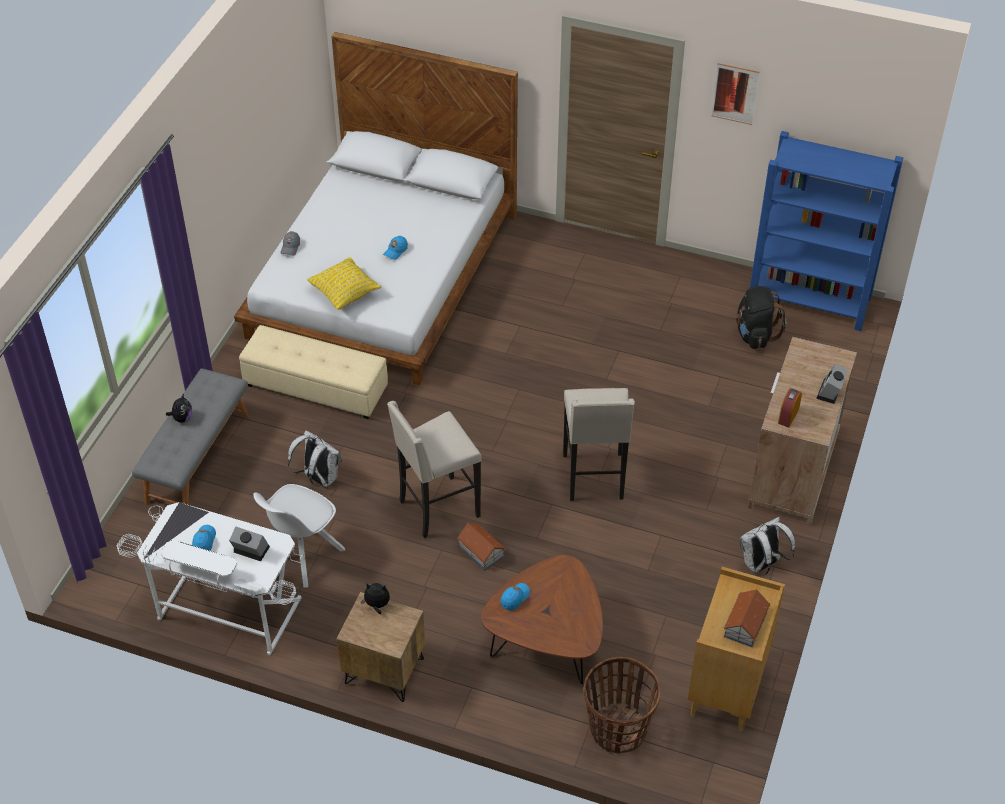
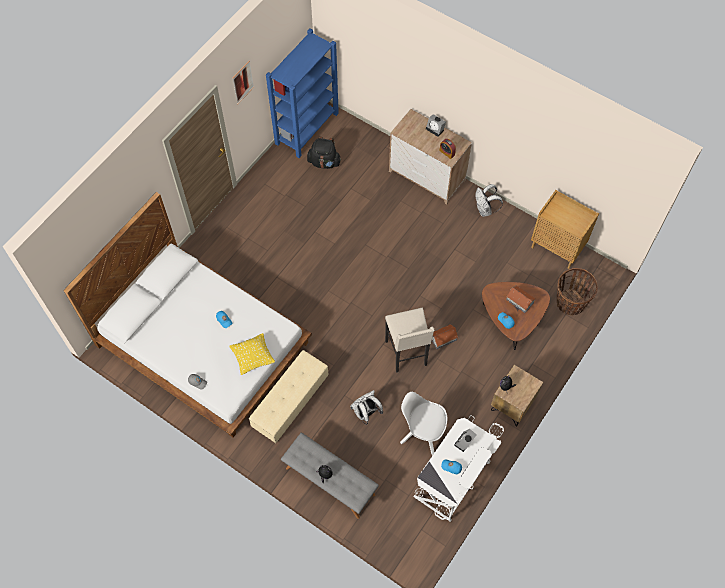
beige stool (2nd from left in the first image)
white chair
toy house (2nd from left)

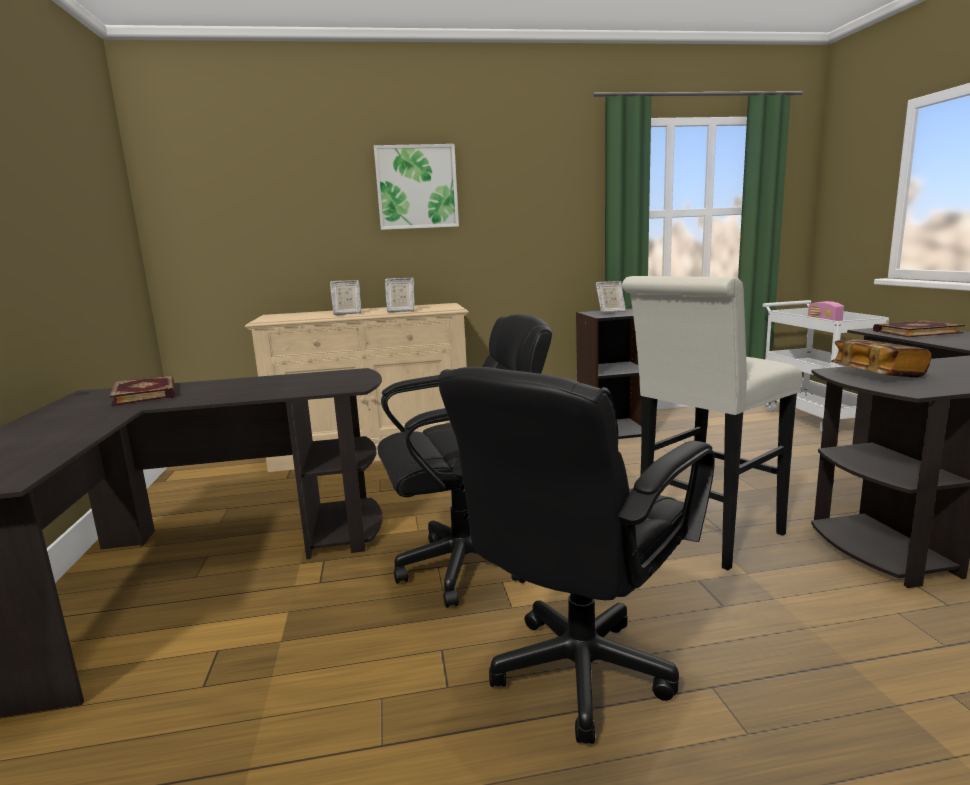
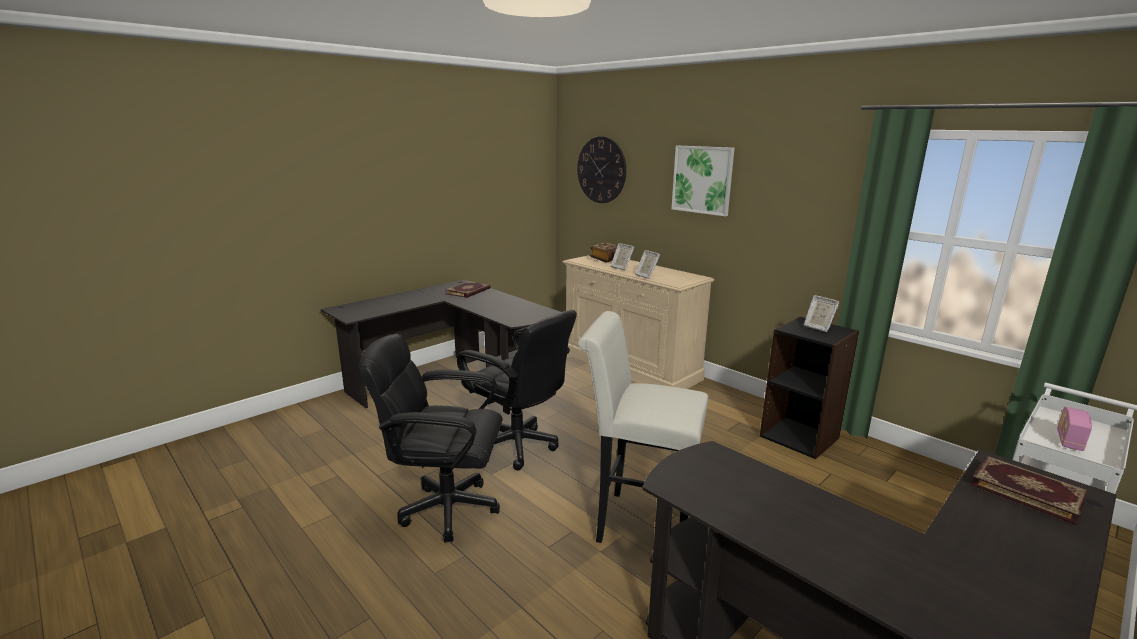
book (2nd from left)
wall clock

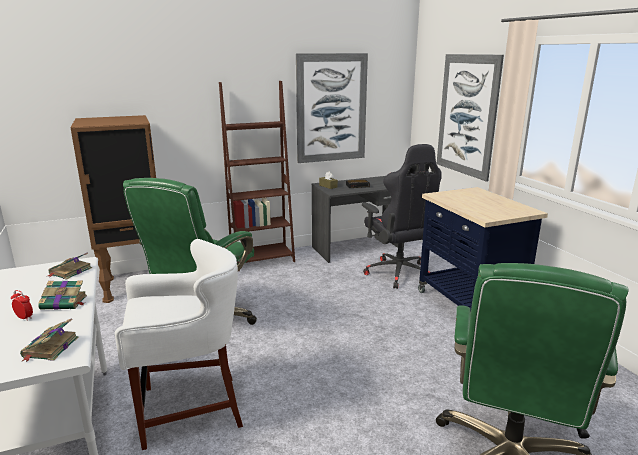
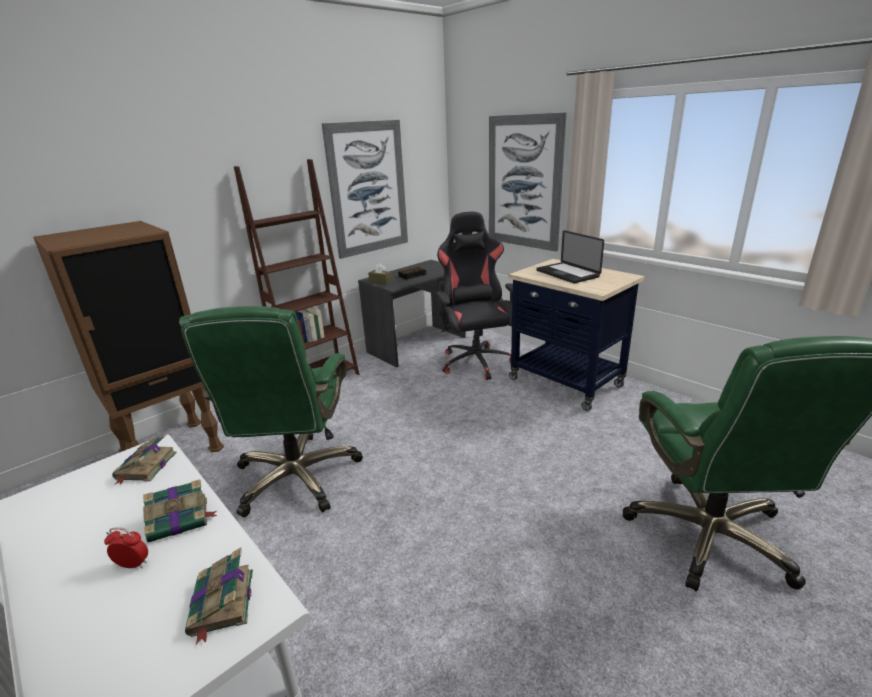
black office chair
white stool
laptop

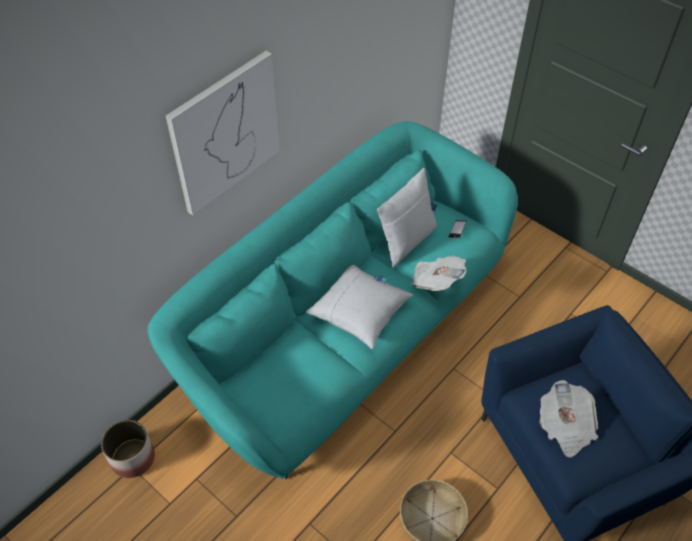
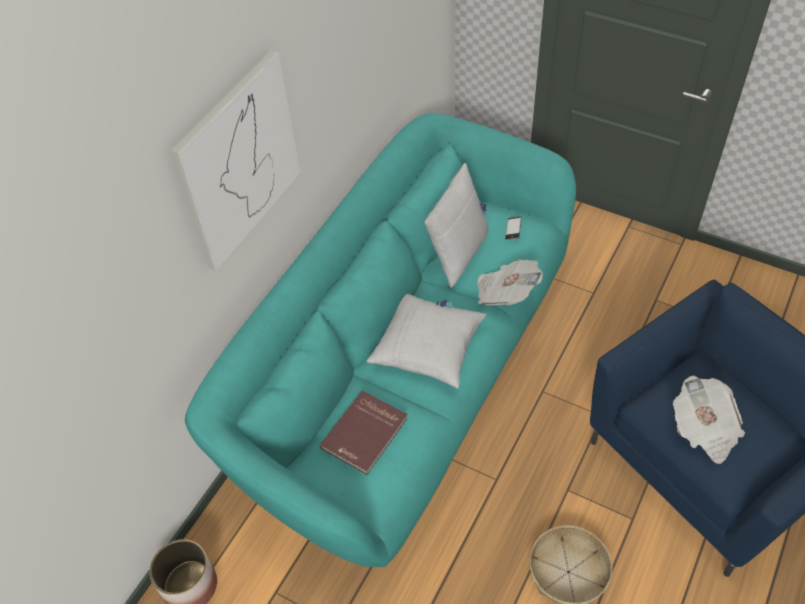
red book

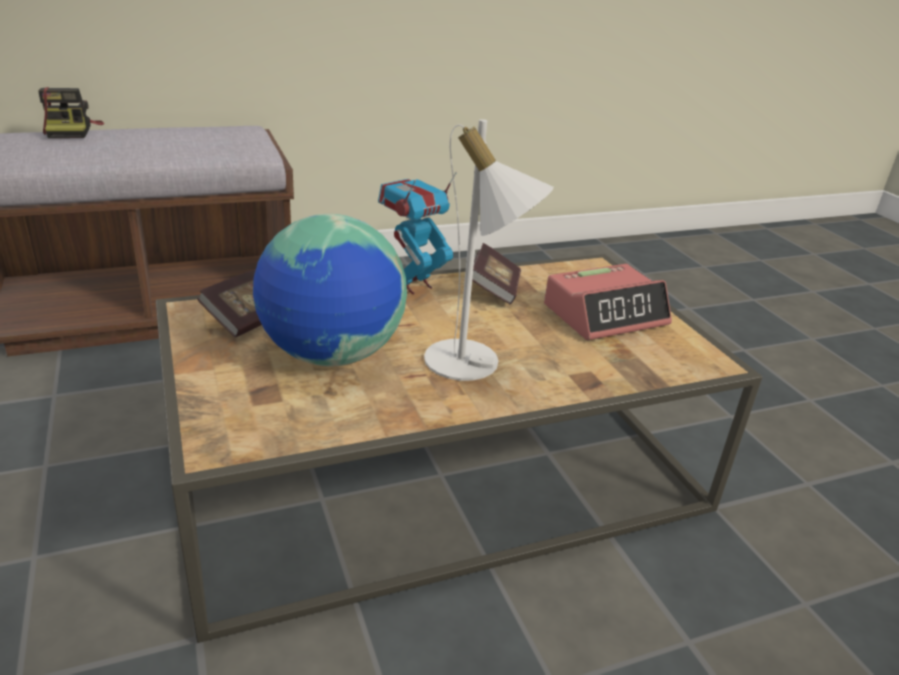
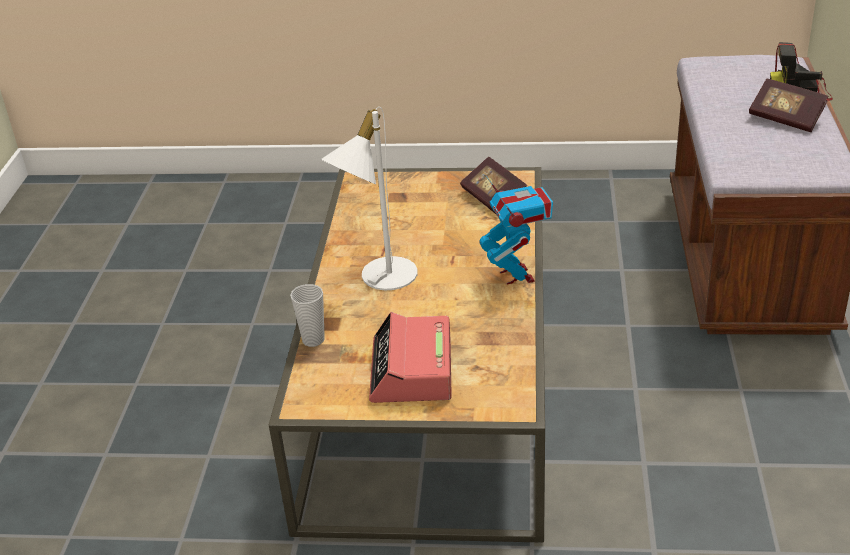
globe
book (2nd from left)
cup

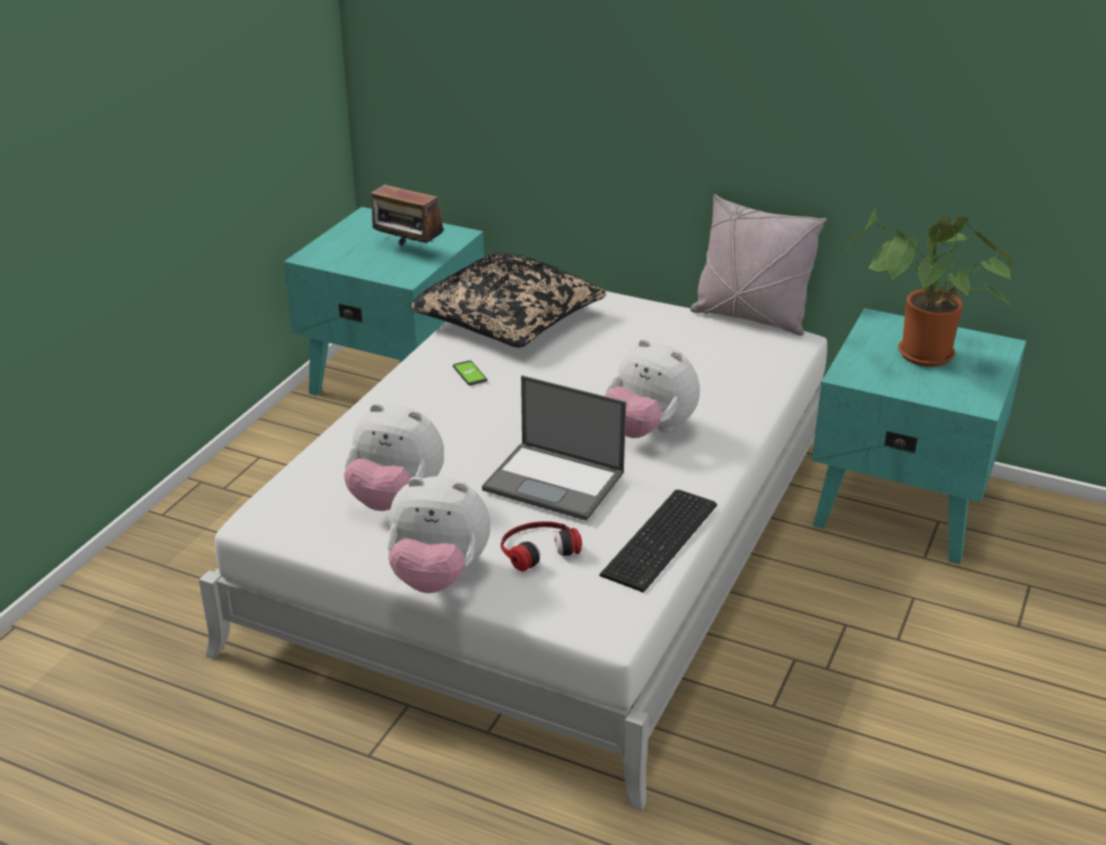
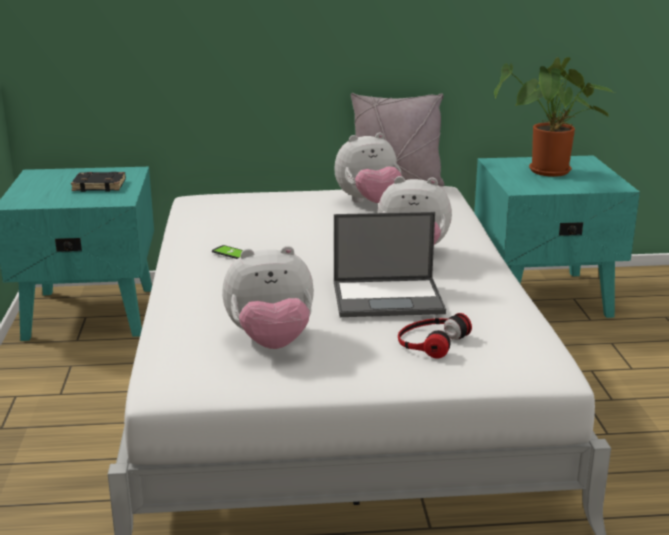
black book
black pillow
plush toy (2nd from left)
keyboard

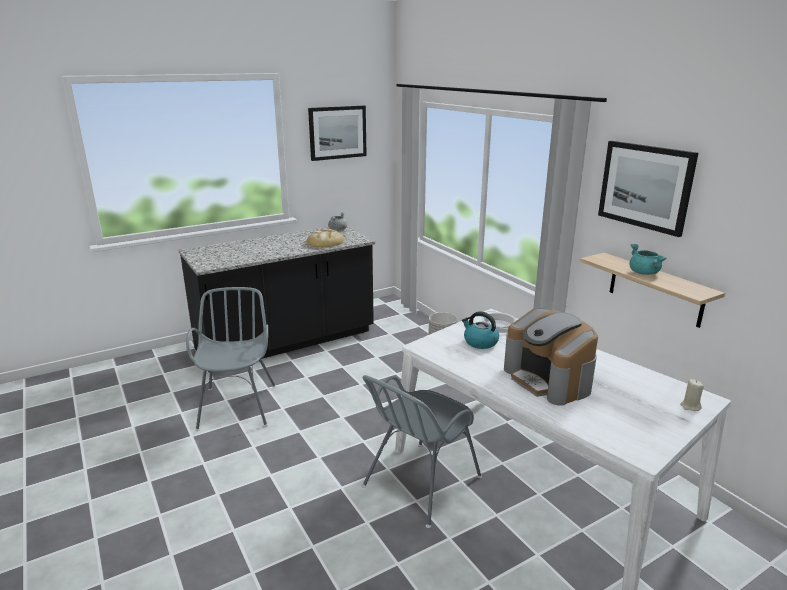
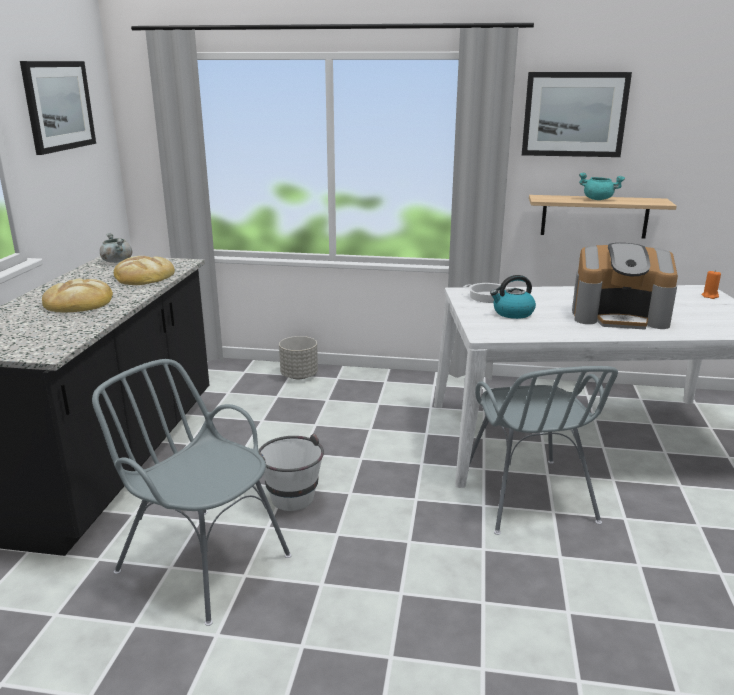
orange candle
bread (1st from left)
white bucket

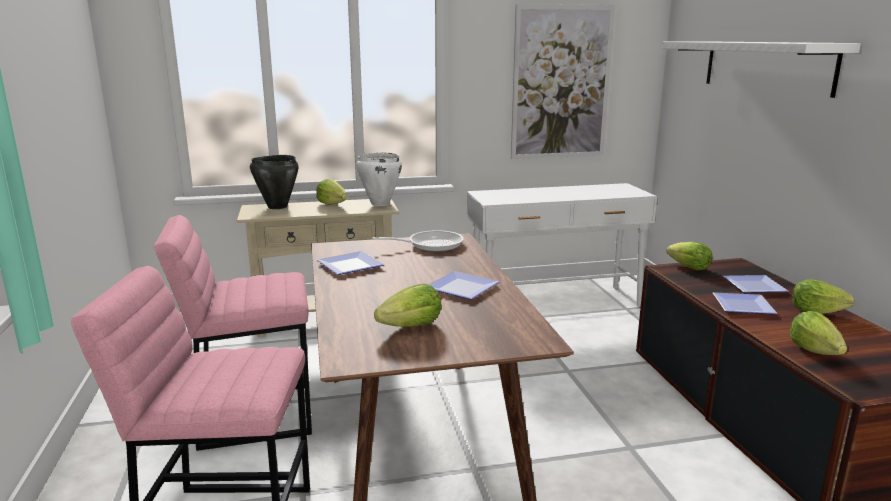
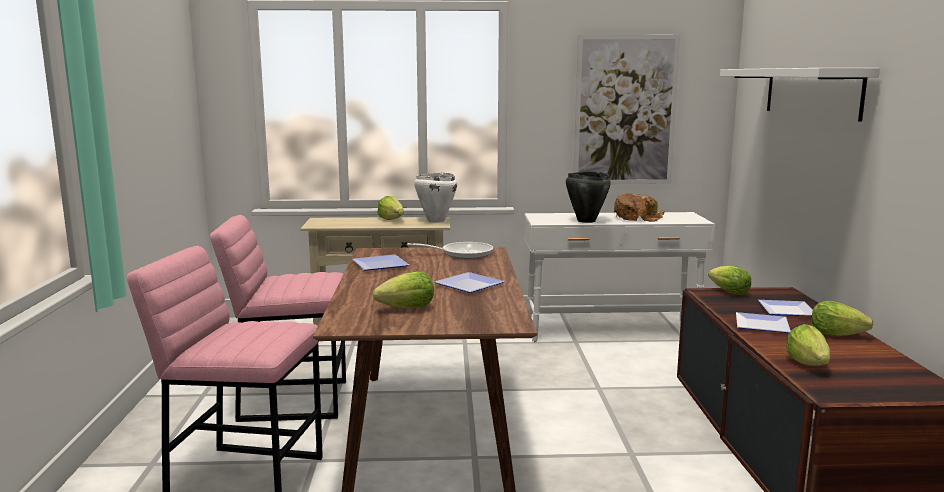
black cooking pot
bread

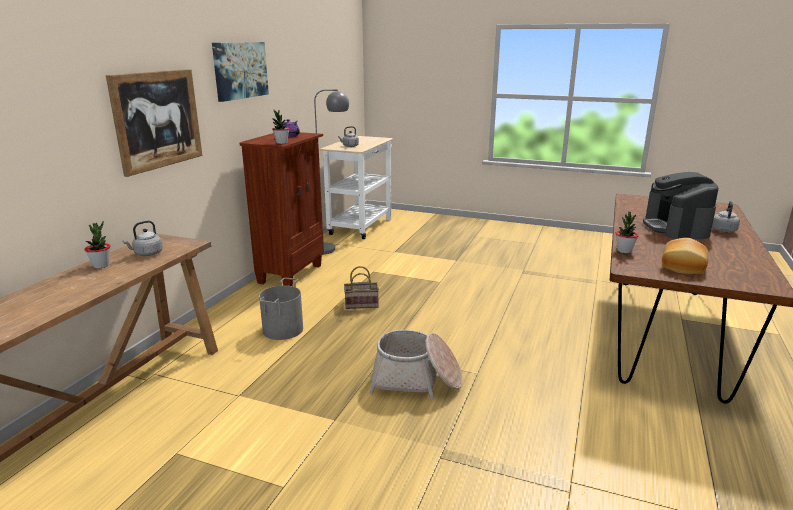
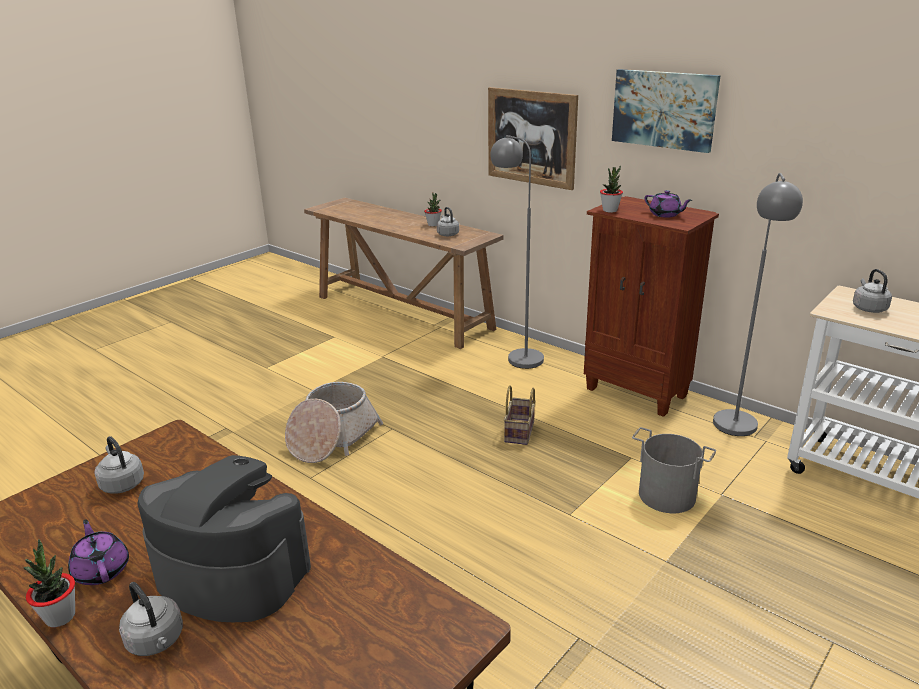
potted plant (1st from left)
grey kettle (1st from left)
grey bucket
grey floor lamp (1st from left)
purple teapot (1st from left)

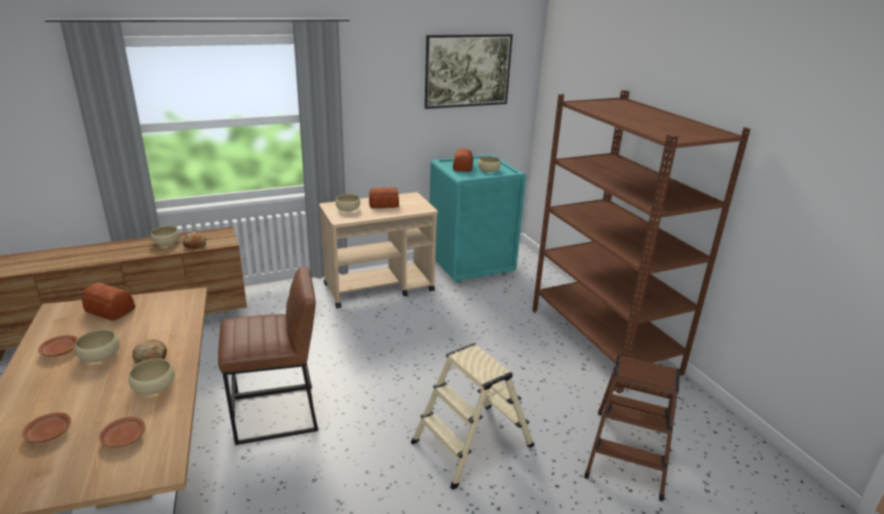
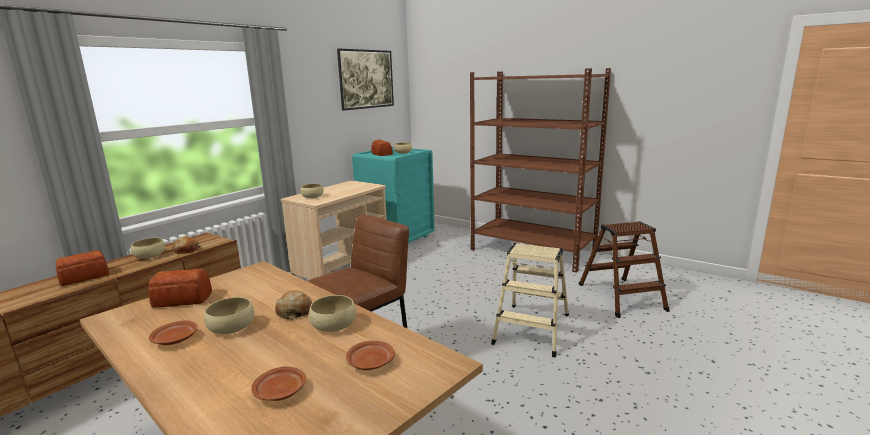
bread (1st from left)

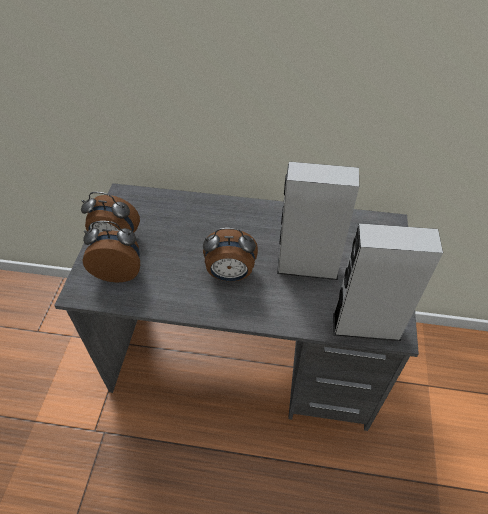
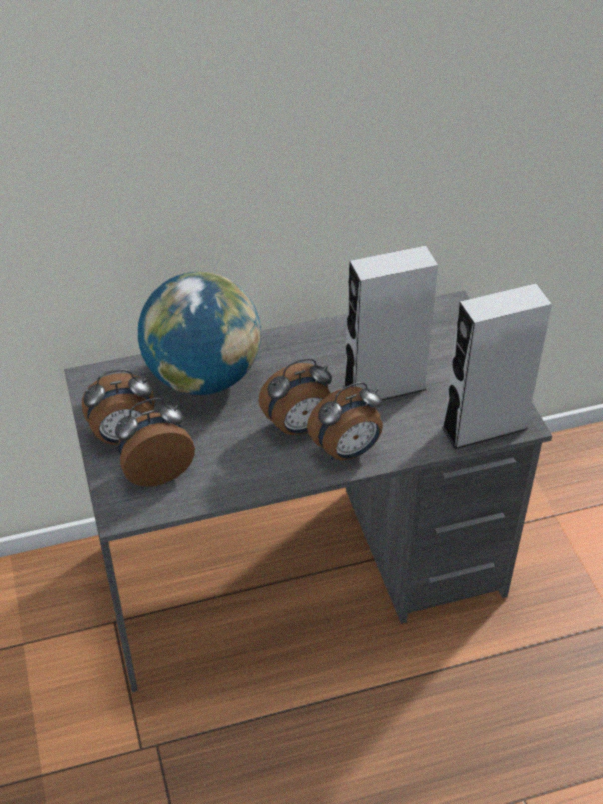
globe
alarm clock (4th from left)

